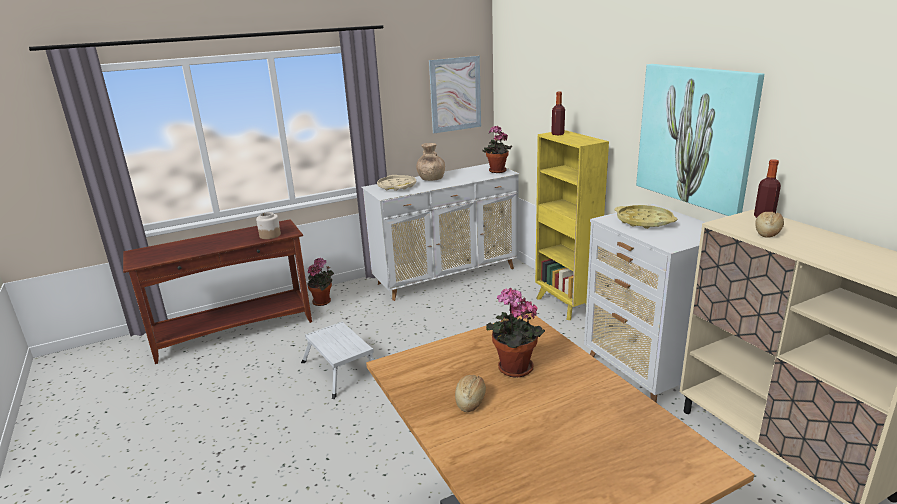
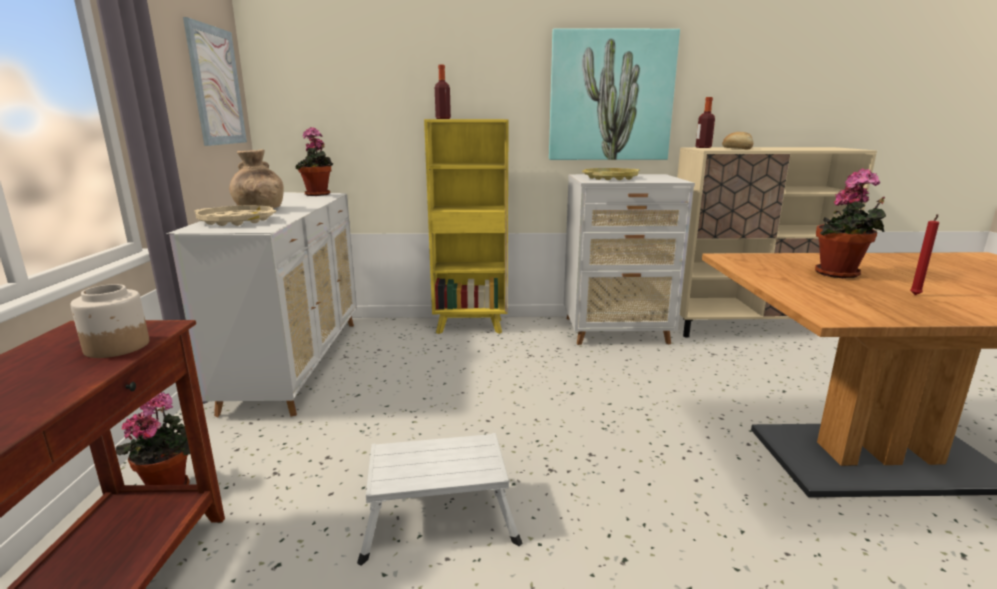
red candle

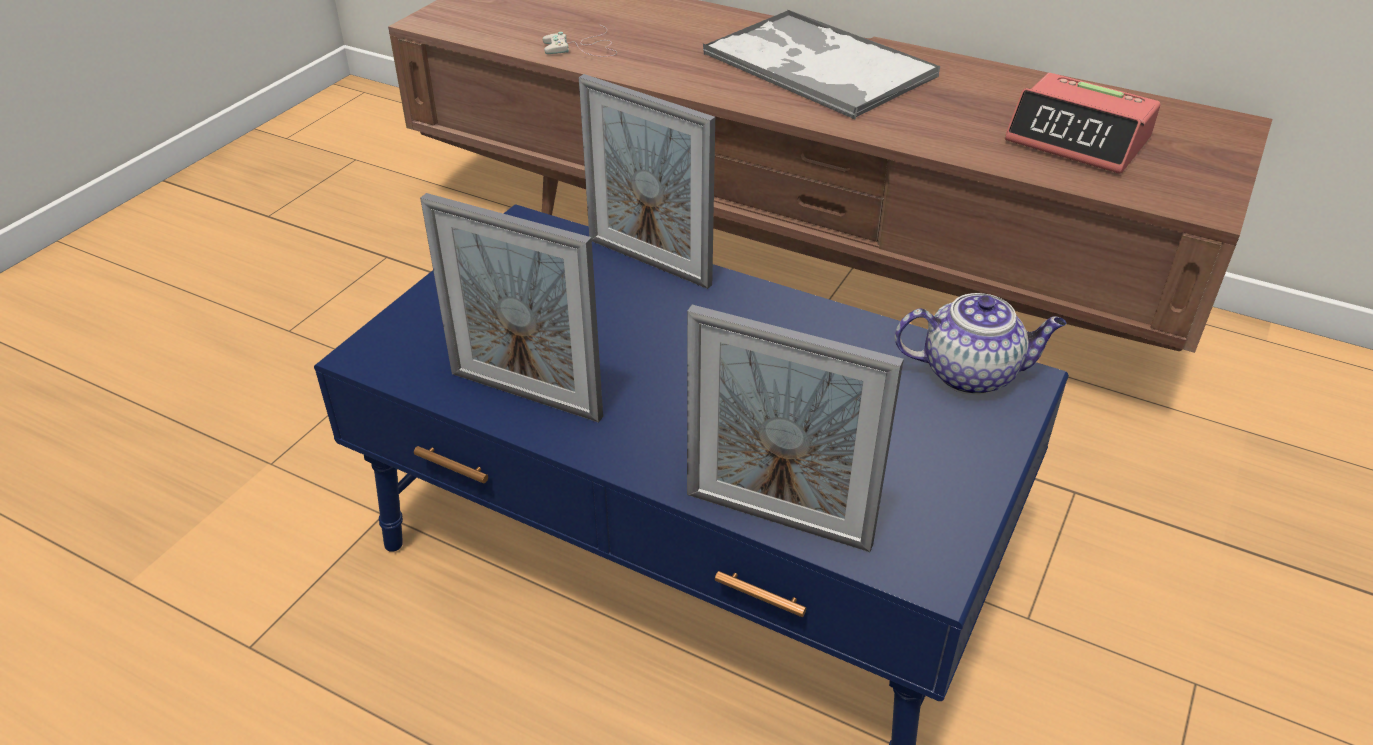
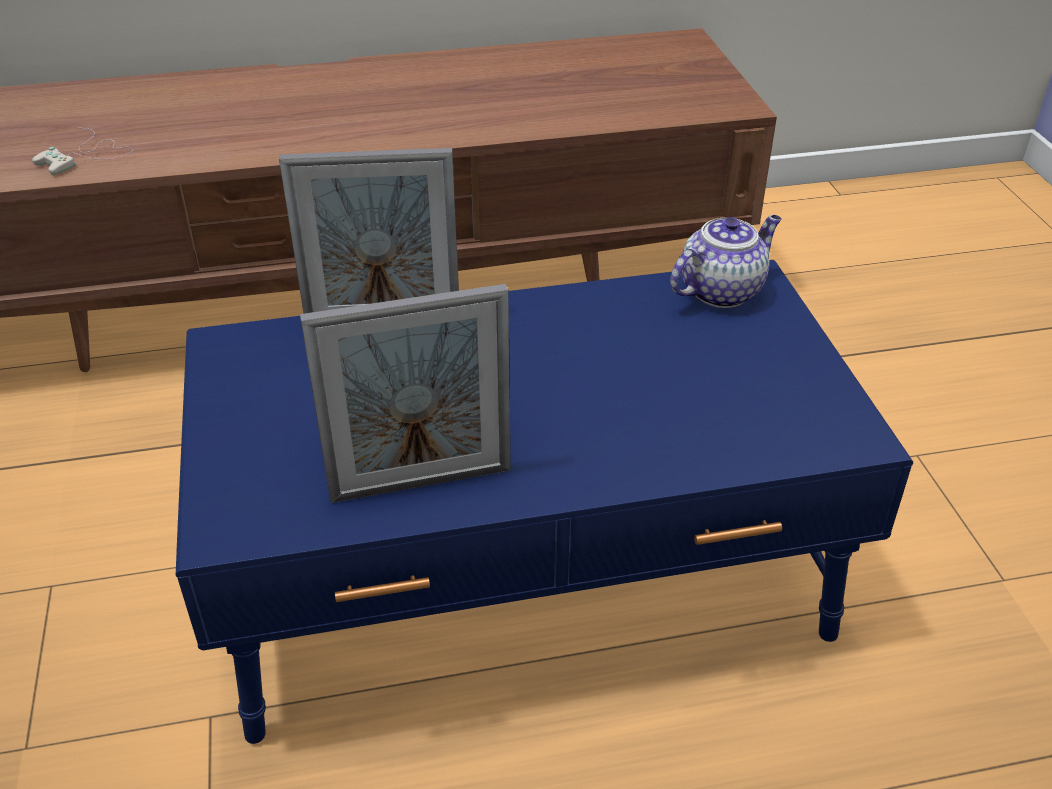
tray
alarm clock
picture frame (3rd from left in the first image)

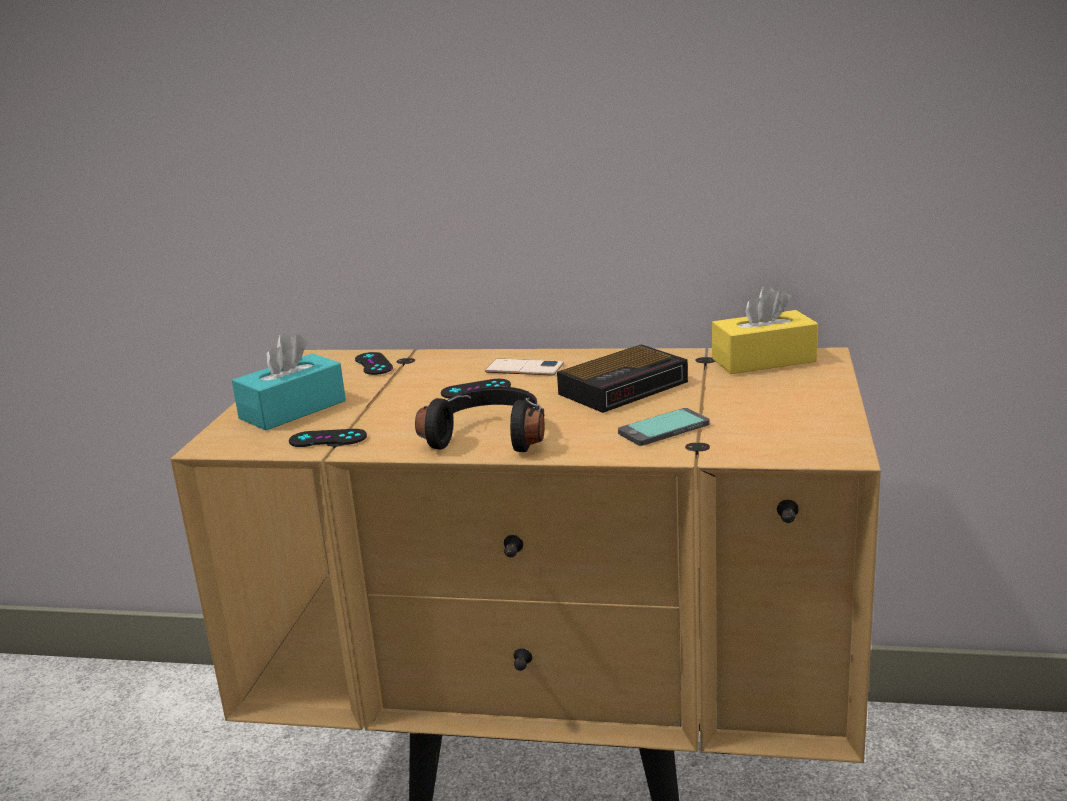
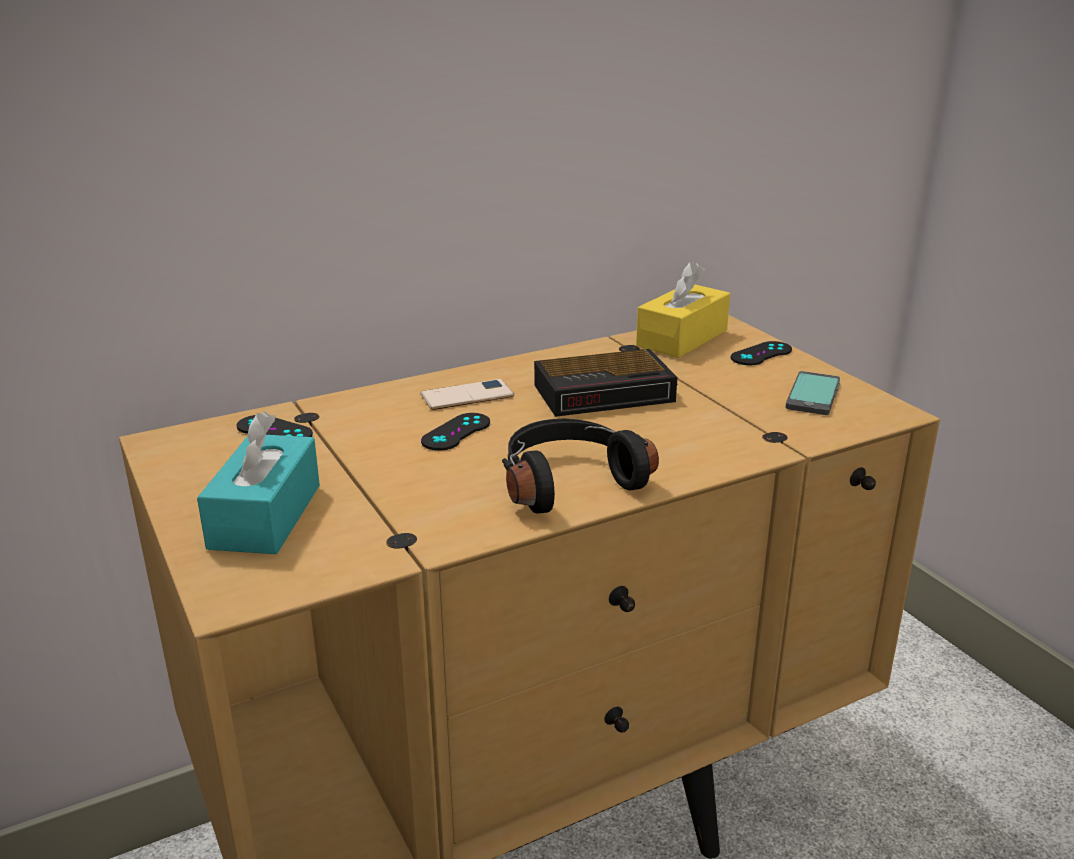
alarm clock
phone (2nd from left)
black game controller (3rd from left)

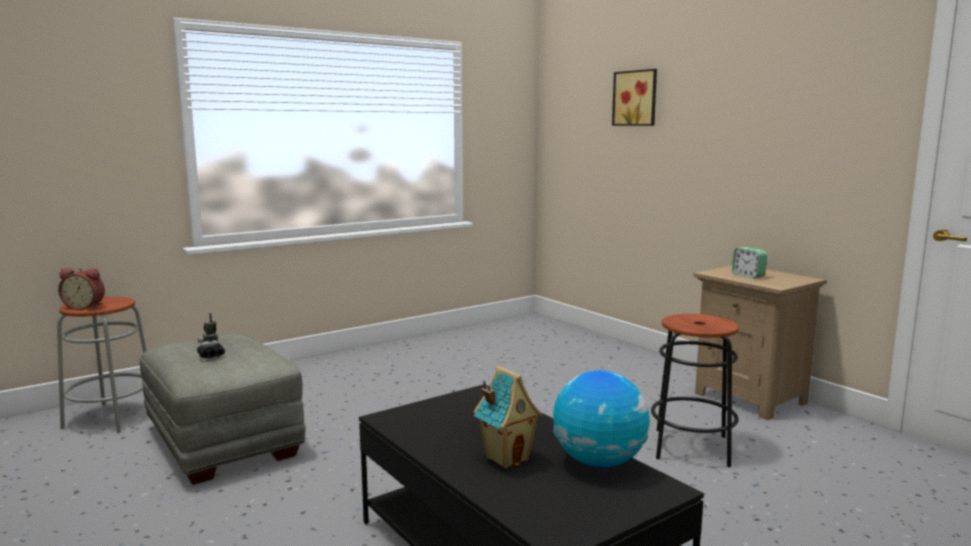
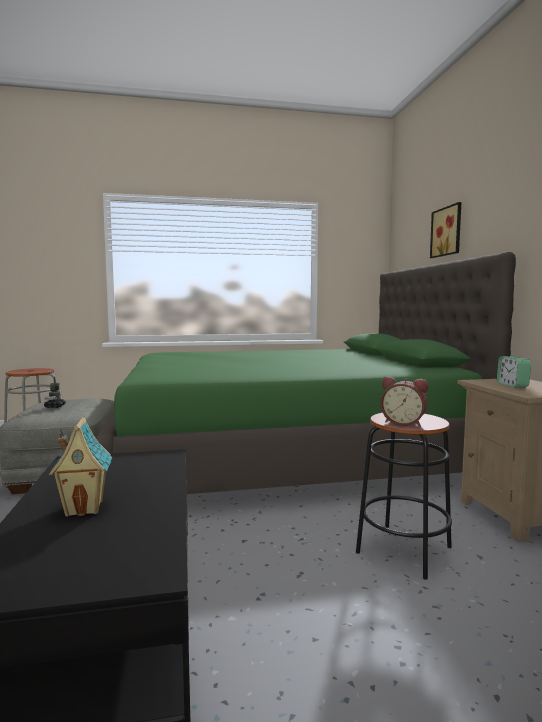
alarm clock (1st from left)
globe
green bed

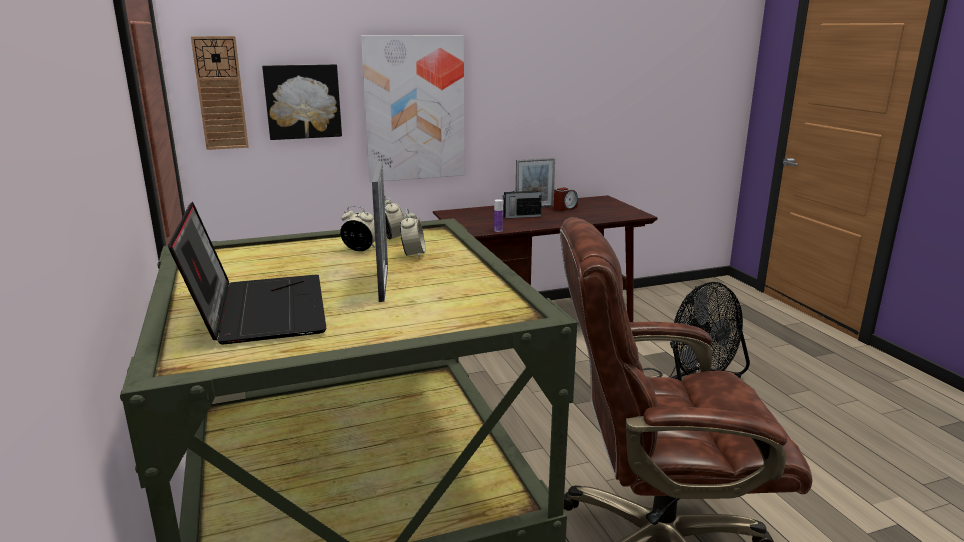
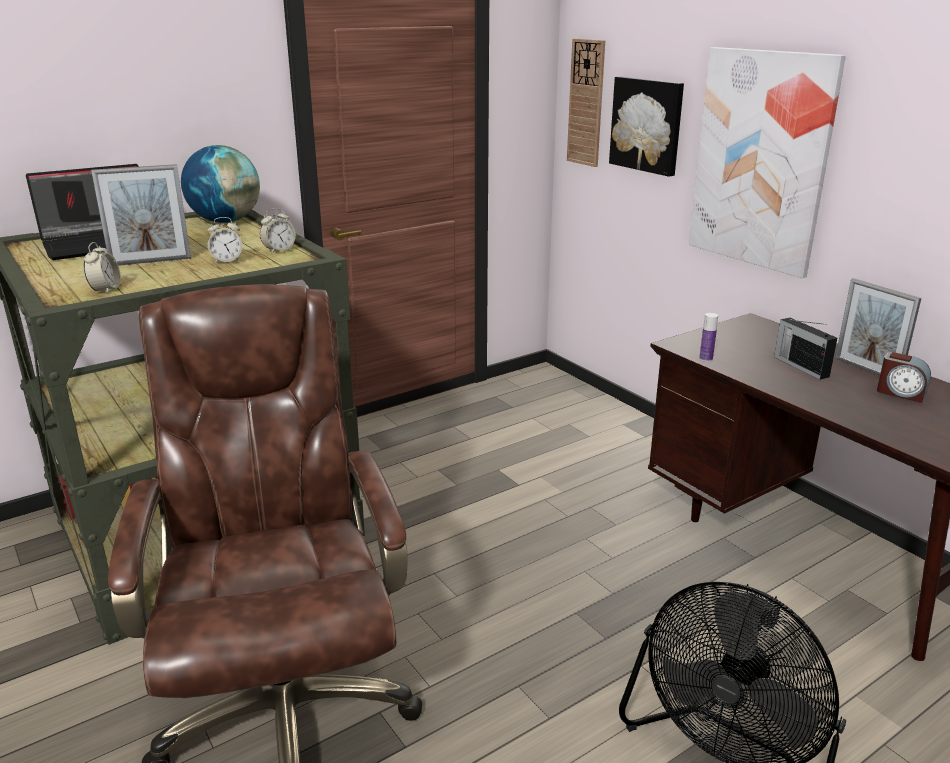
alarm clock (1st from left)
globe

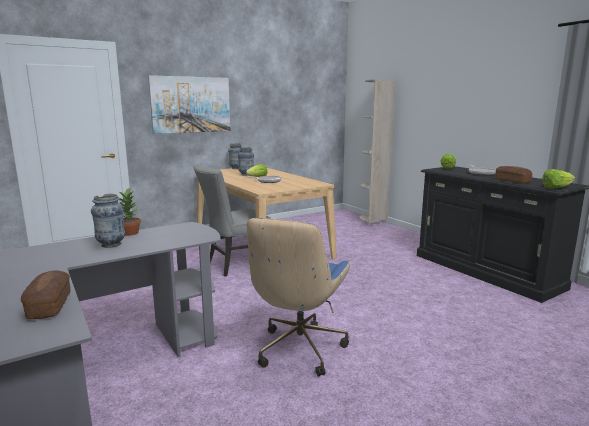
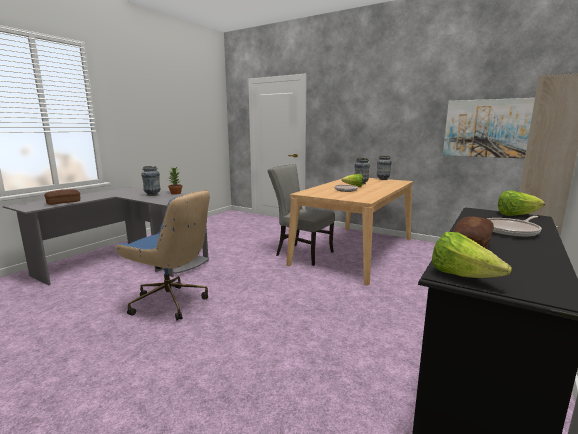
picture
blue office chair

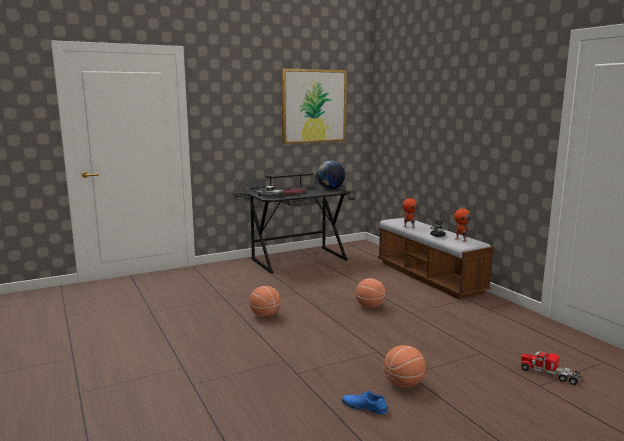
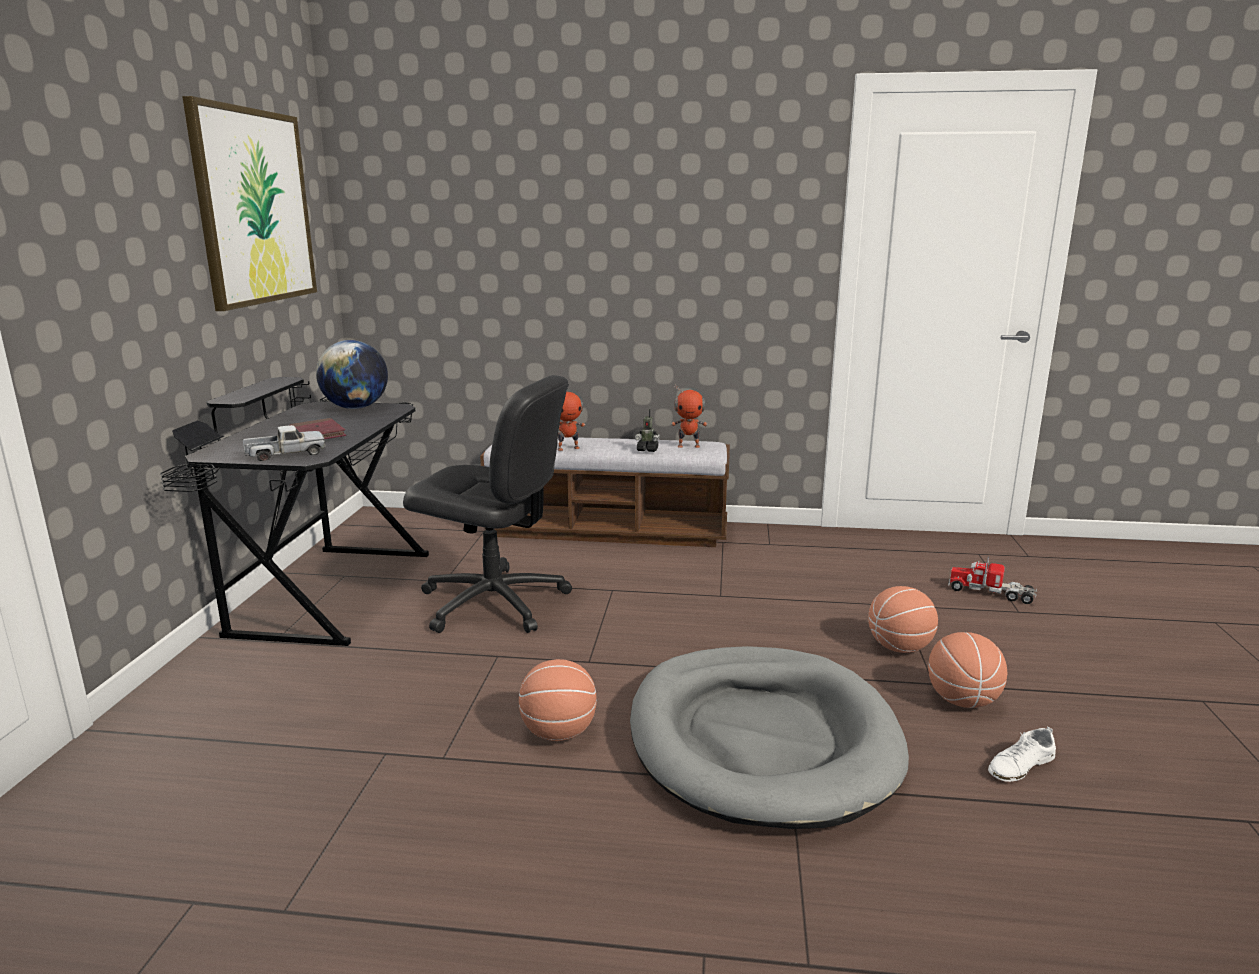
basketball (2nd from left)
toy truck (2nd from left)
white shoe
black office chair
grey dog bed

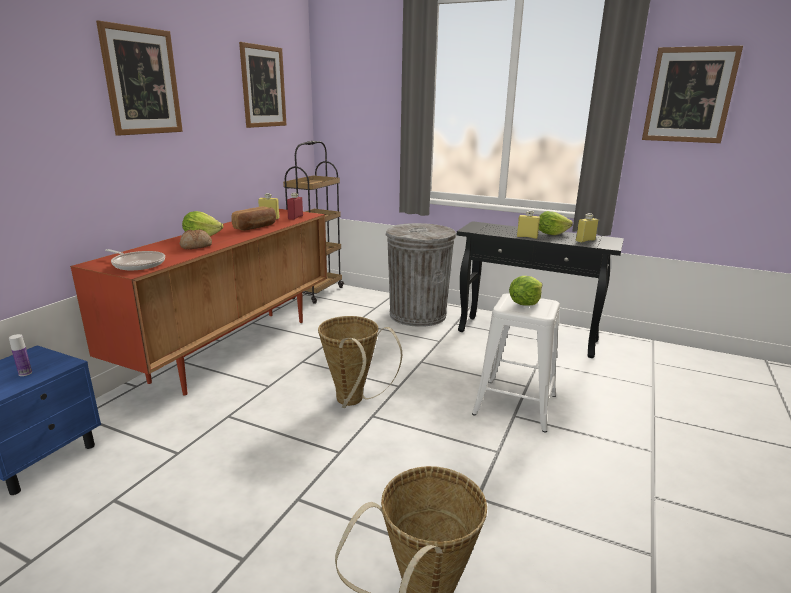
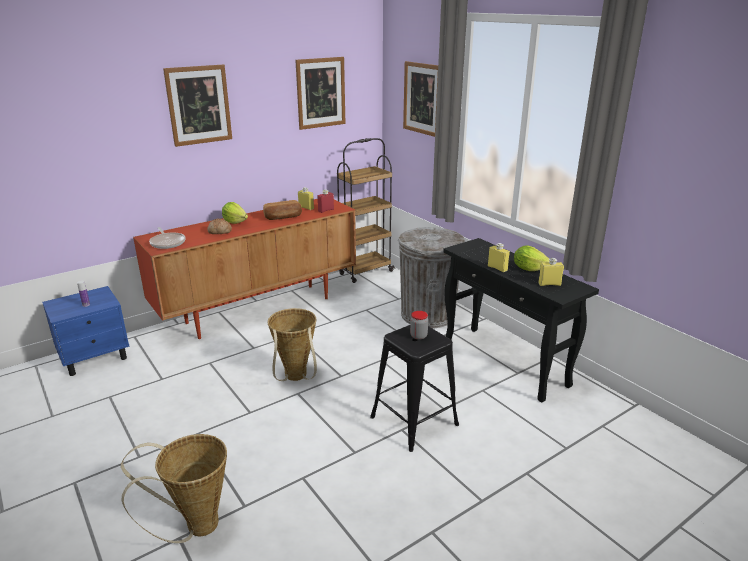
picture (3rd from left)
jar
black stool

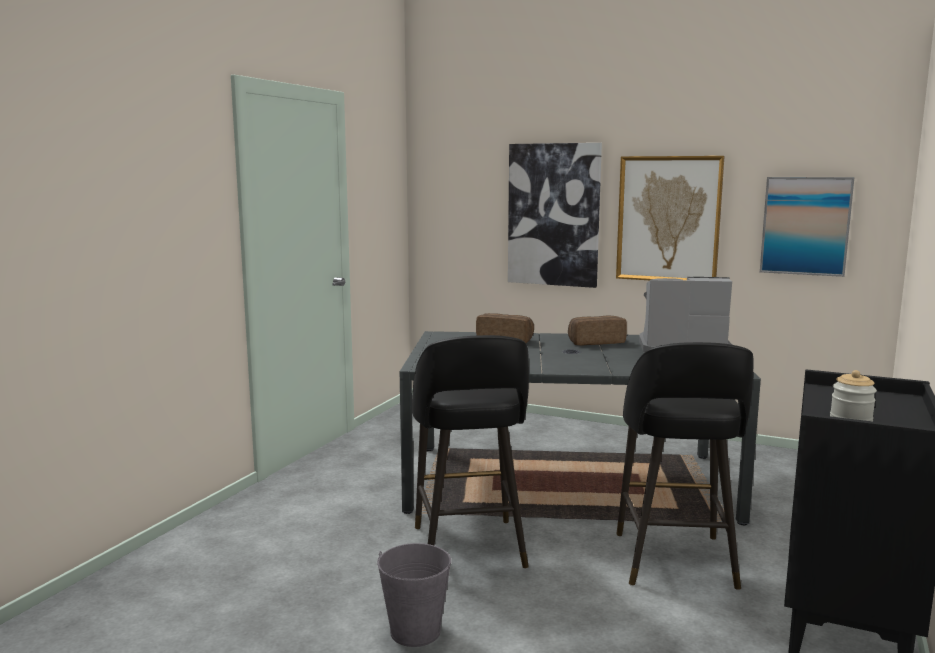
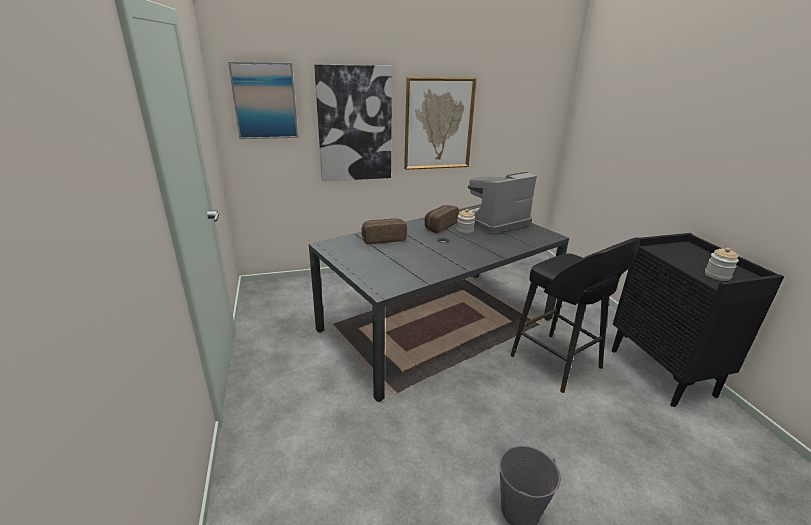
picture (1st from left)
black stool (1st from left in the first image)
jar (1st from left)

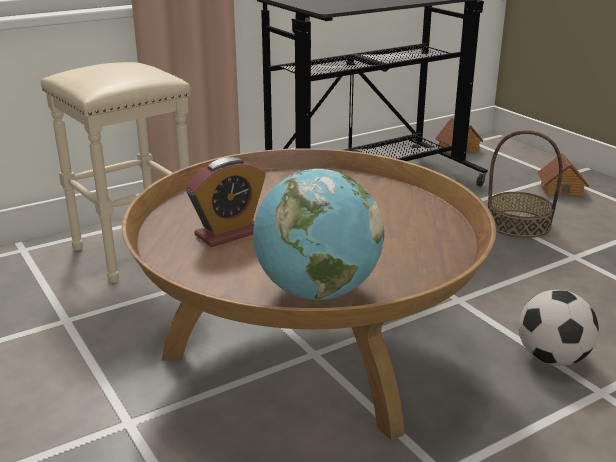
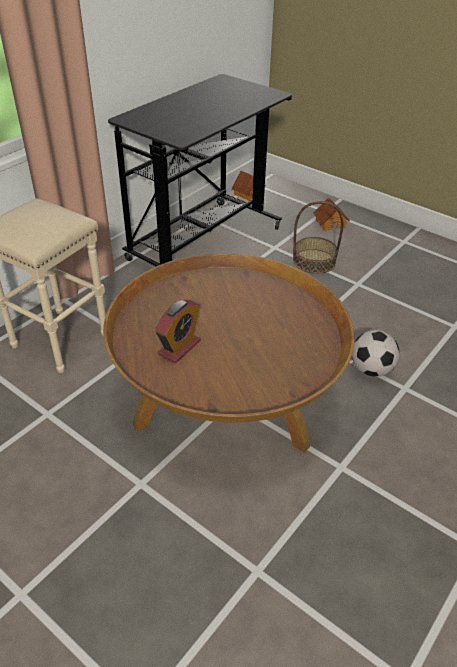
globe

